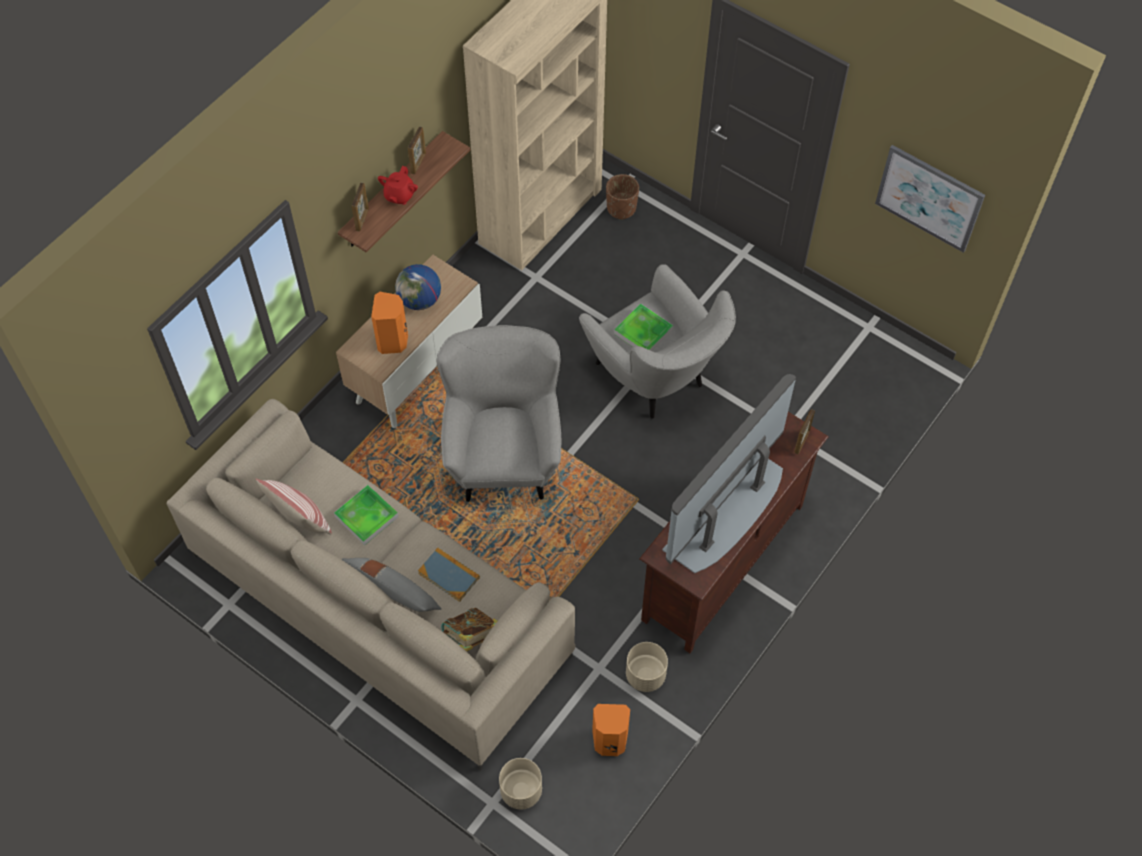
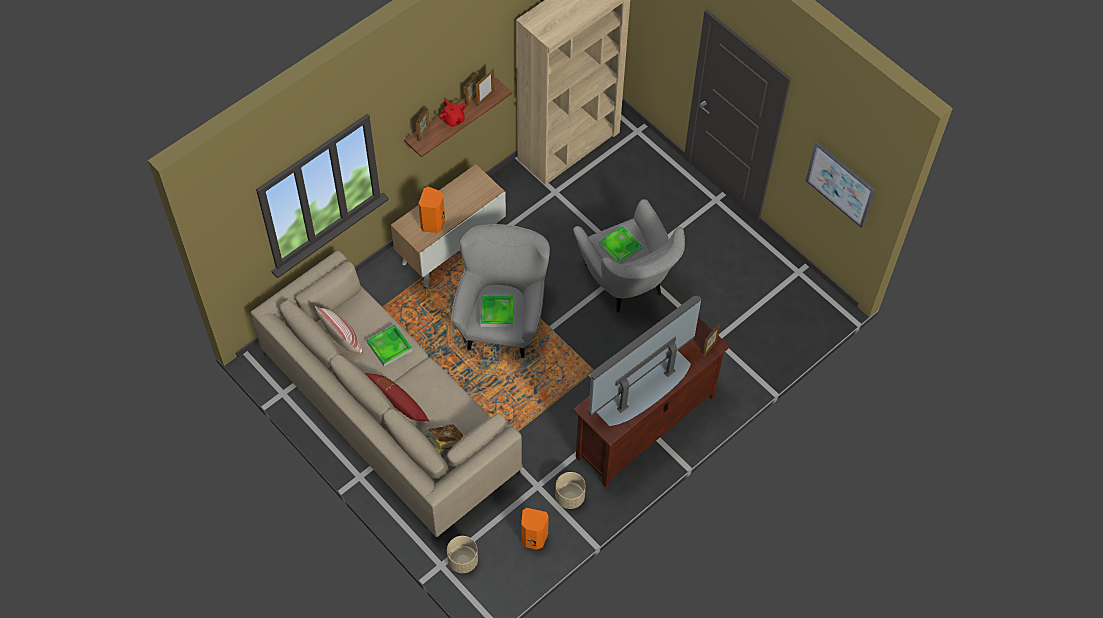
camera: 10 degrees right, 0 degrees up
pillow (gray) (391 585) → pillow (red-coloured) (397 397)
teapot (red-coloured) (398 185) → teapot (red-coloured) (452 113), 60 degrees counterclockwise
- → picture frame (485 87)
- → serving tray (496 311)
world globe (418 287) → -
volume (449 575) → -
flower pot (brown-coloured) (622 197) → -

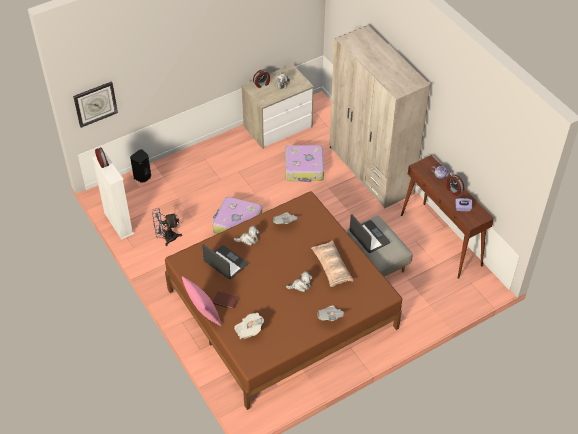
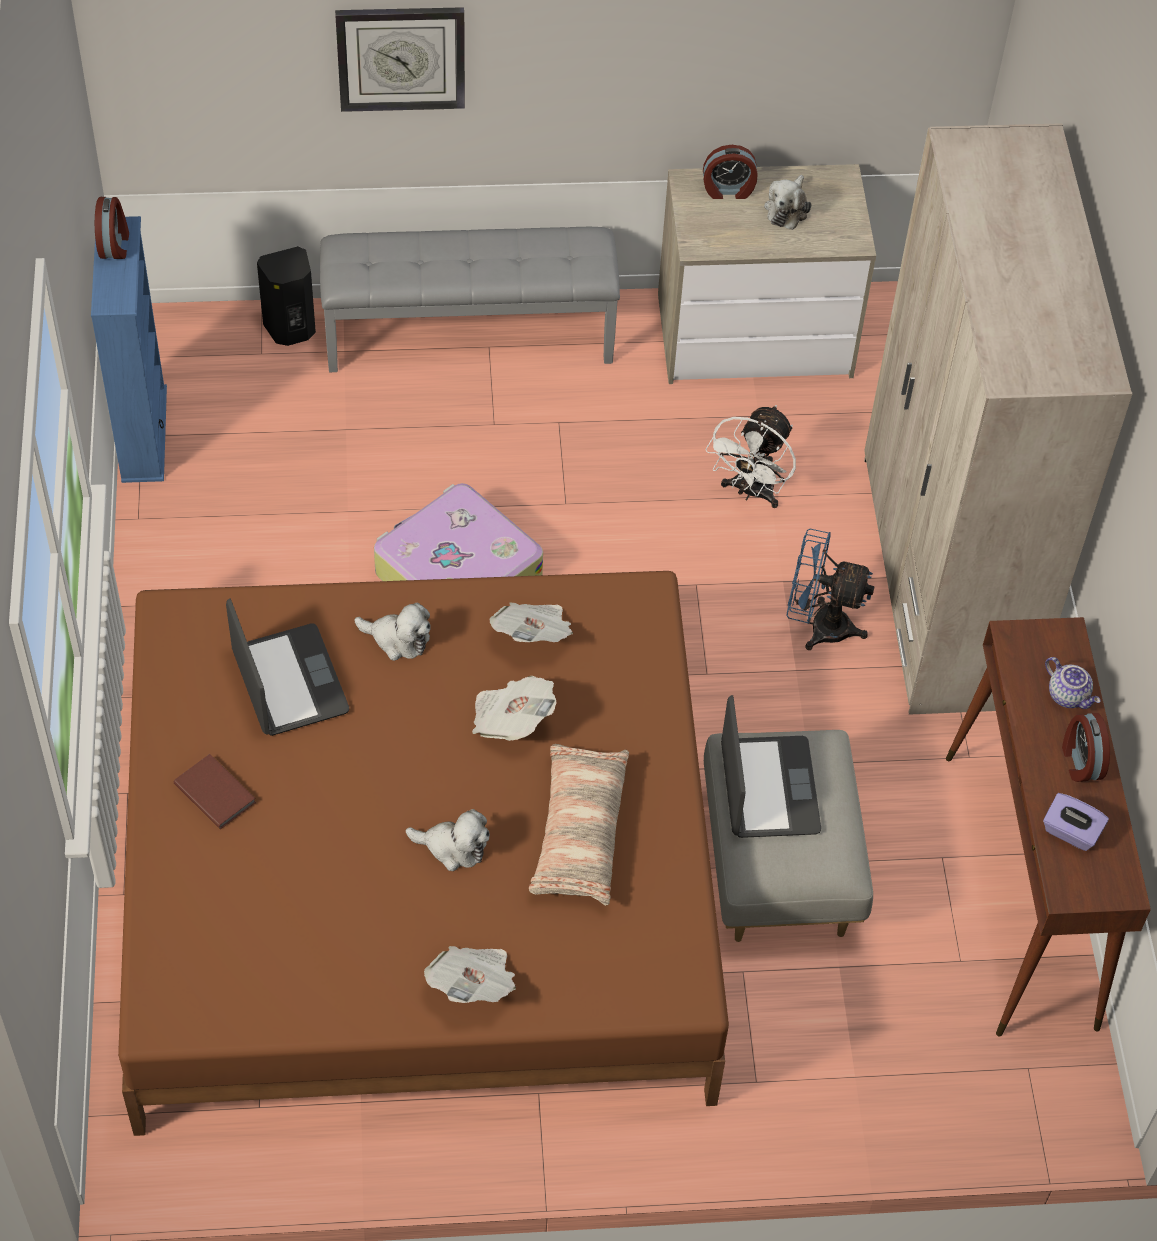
camera: 25 degrees right, 5 degrees up
bookcase (white) (113 196) → bookcase (blue-coloured) (129 349)
- → indoor bench (gray) (470 299)
wall clock (95 104) → wall clock (400 59), relocated
newspaper (249 326) → newspaper (514 708), relocated
piece of luggage (304 163) → fan (white) (750 456)
fan (blue-coloured) (167 227) → fan (blue-coloured) (831 589), relocated
pillow (pink) (202 301) → -

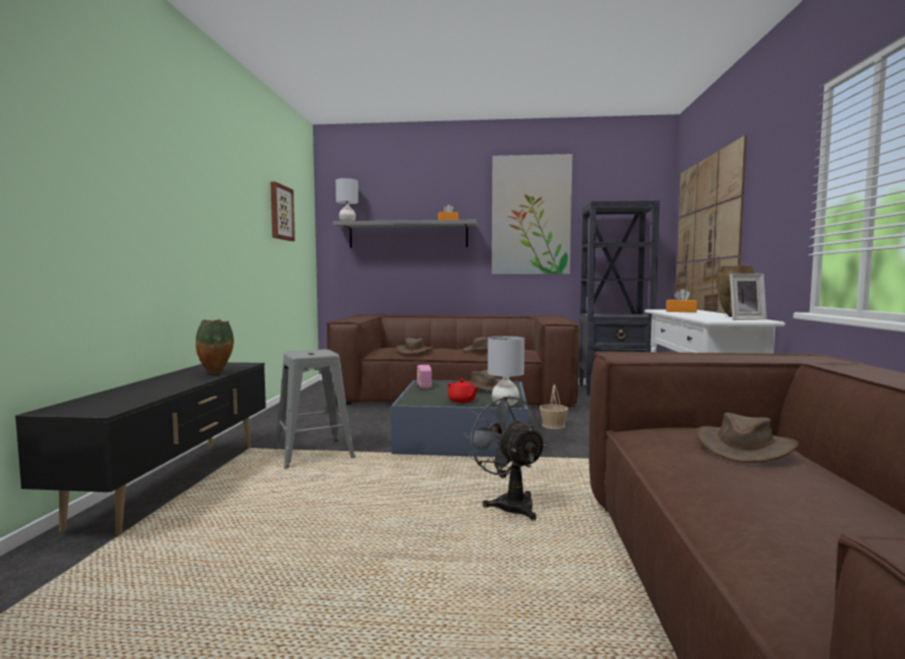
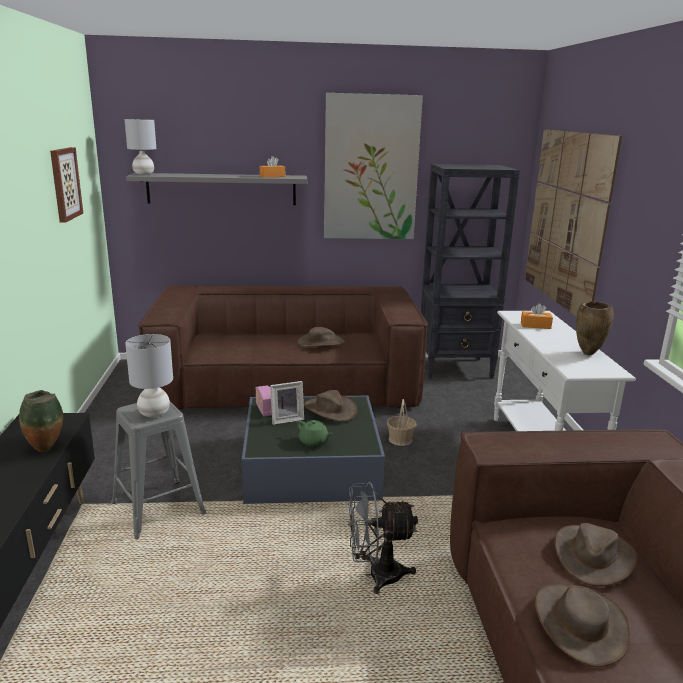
camera: 10 degrees left, 15 degrees up
lamp for a table (gray) (506 371) → lamp for a table (gray) (149 375), relocated
picture frame (748 297) → picture frame (287 403), relocated
teapot (red-coloured) (463 391) → teapot (green-coloured) (315 433)
fan (gray) (505 458) → fan (gray) (383 538), 60 degrees counterclockwise
hat (brown-coloured) (415 346) → hat (brown-coloured) (583 625), relocated

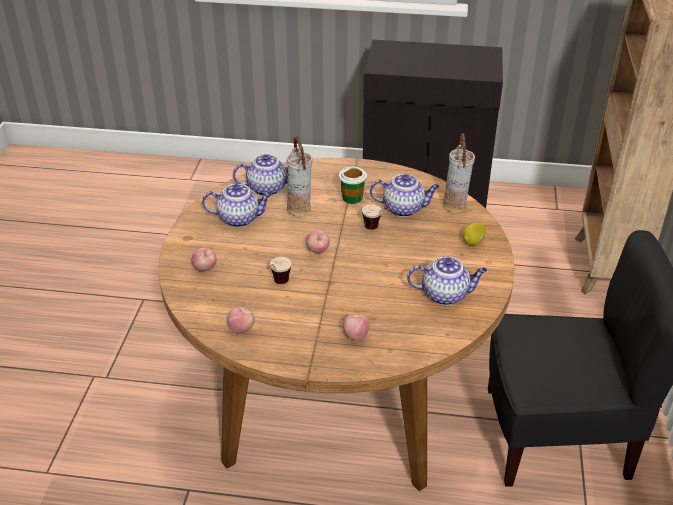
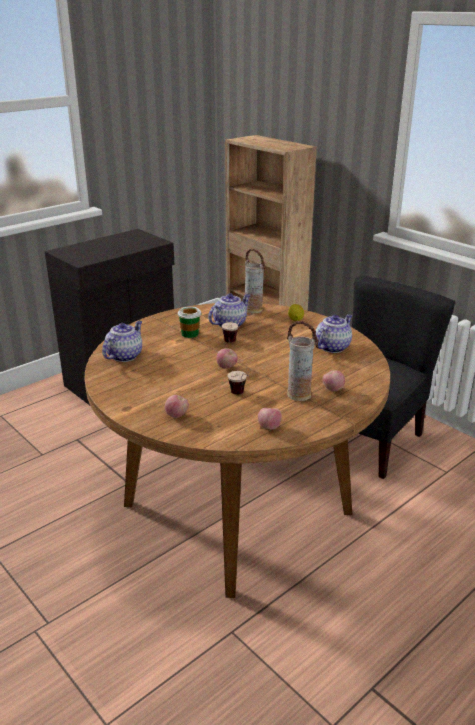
camera: 50 degrees left, 10 degrees down
flower vase (299 176) → flower vase (303 361), relocated
teapot (237 205) → -

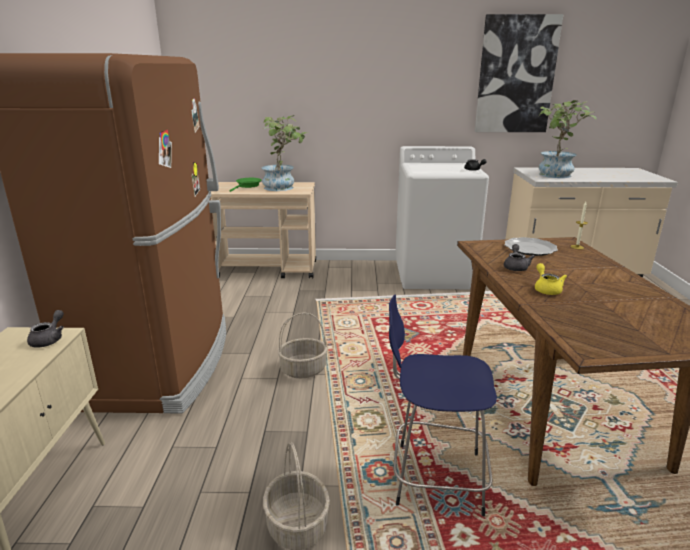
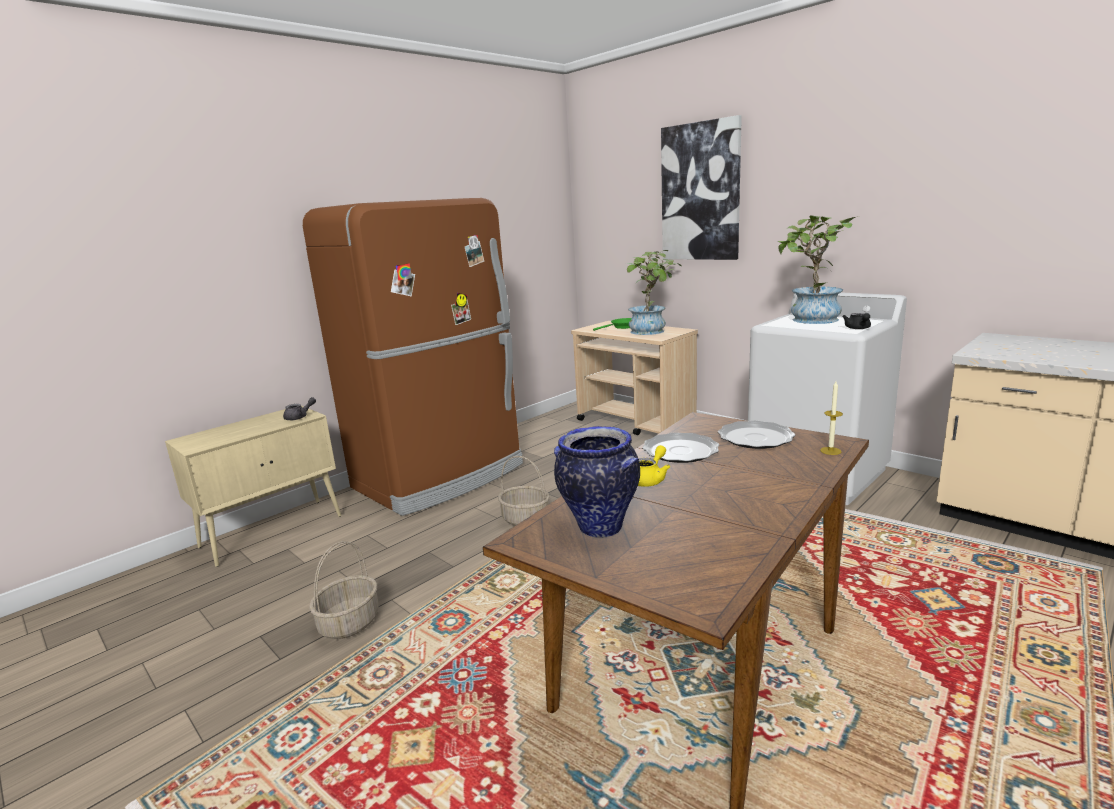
camera: 45 degrees right, 5 degrees down
- → flower vase (597 482)
teapot (gray) (519 257) → dinner plate (680 447)
picture (519 73) → picture (701 187), relocated
potted plant (567 139) → potted plant (819 269), relocated
stool (blue-coloured) (443 405) → -

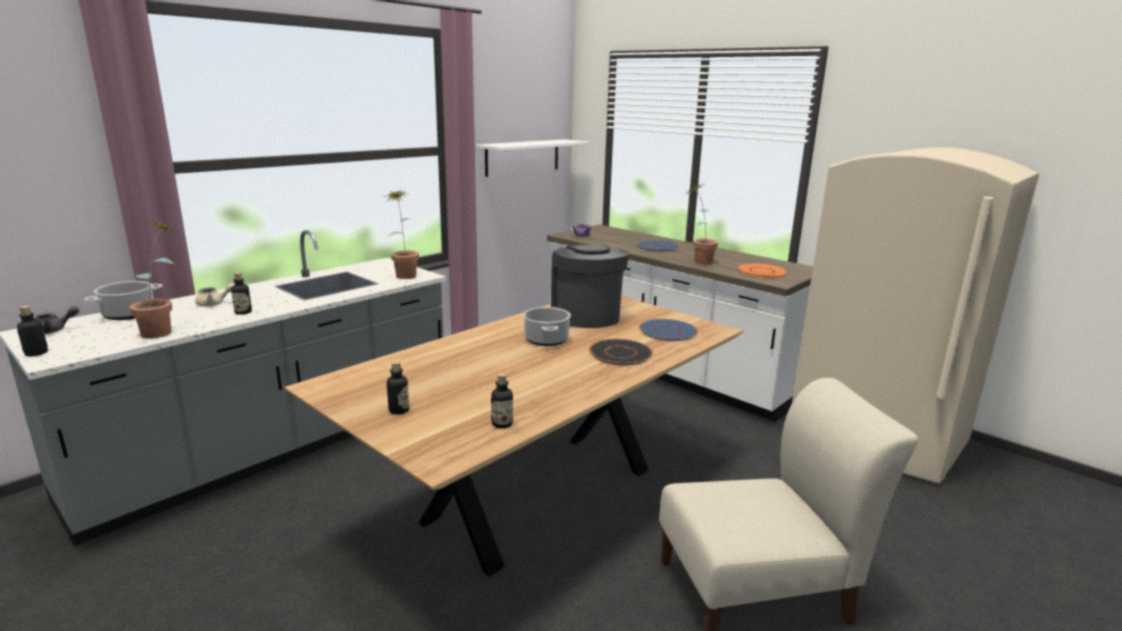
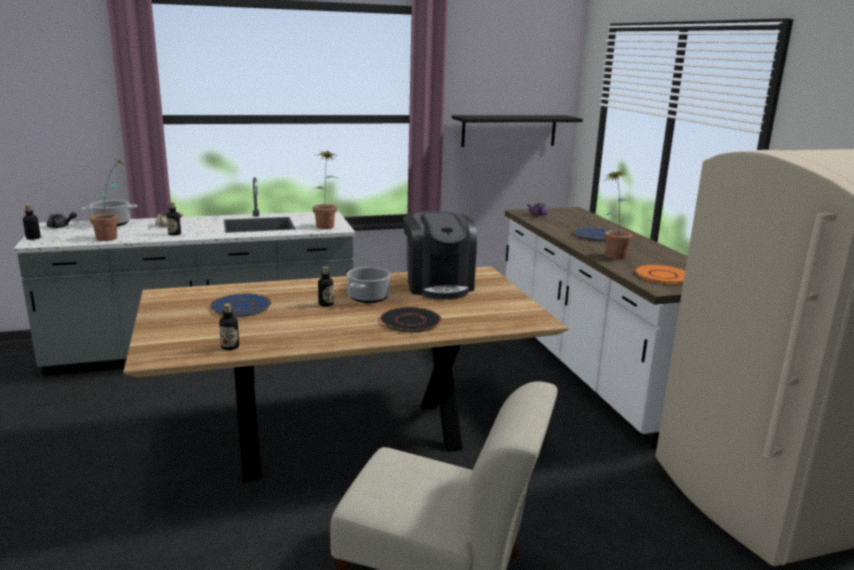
camera: 30 degrees right, 0 degrees up
dinner plate (blue-coloured) (668 330) → dinner plate (blue-coloured) (241 305), relocated
beverage bottle (398 388) → beverage bottle (326 287), relocated
coffee maker (590 286) → coffee maker (440 255), 150 degrees clockwise
wall shelf (white) (532 158) → wall shelf (black-coloured) (517 131)

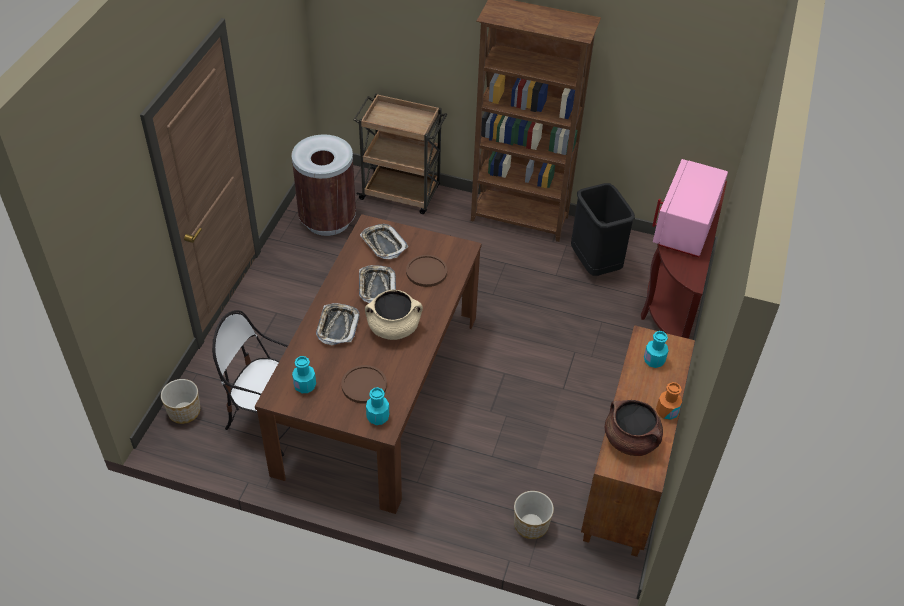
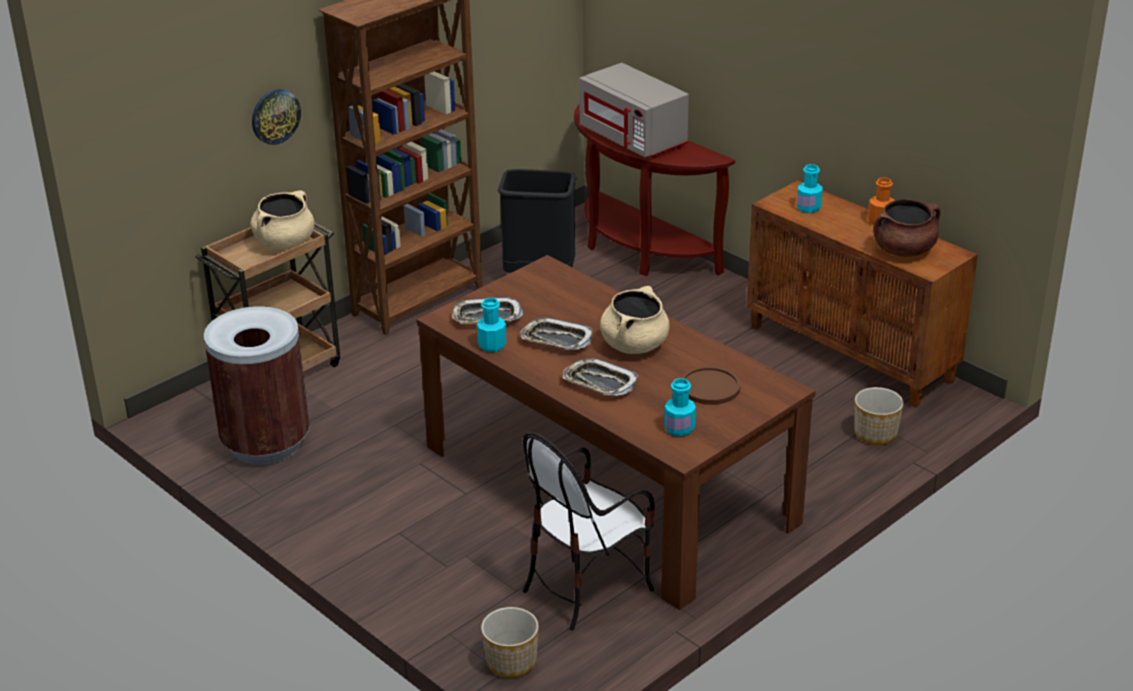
camera: 60 degrees left, 15 degrees down
- → stockpot (sand-coloured) (282 220)
- → wall clock (276 117)
beverage bottle (turquoise-coloured) (377 406) → beverage bottle (turquoise-coloured) (492 325), relocated
microwave oven (pink) (690 208) → microwave oven (gray) (634 110)
dinner plate (brown-coloured) (426 271) → -

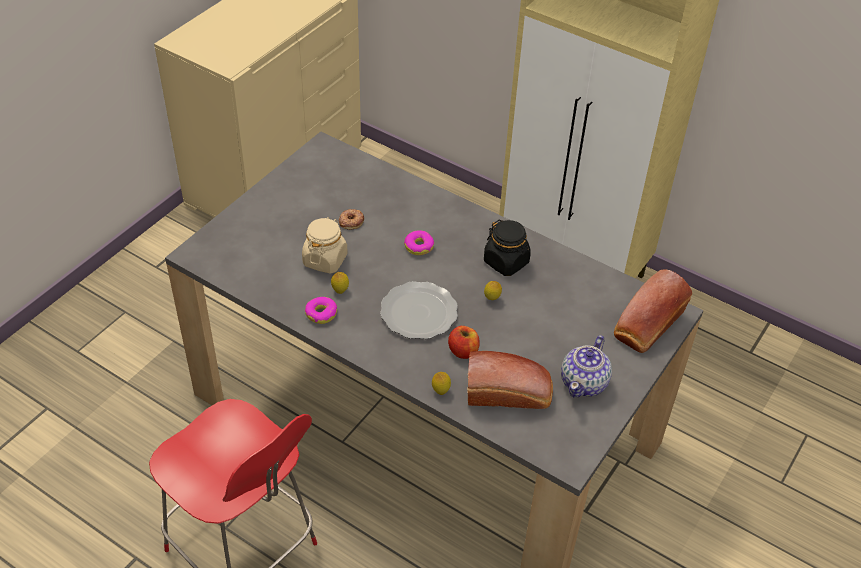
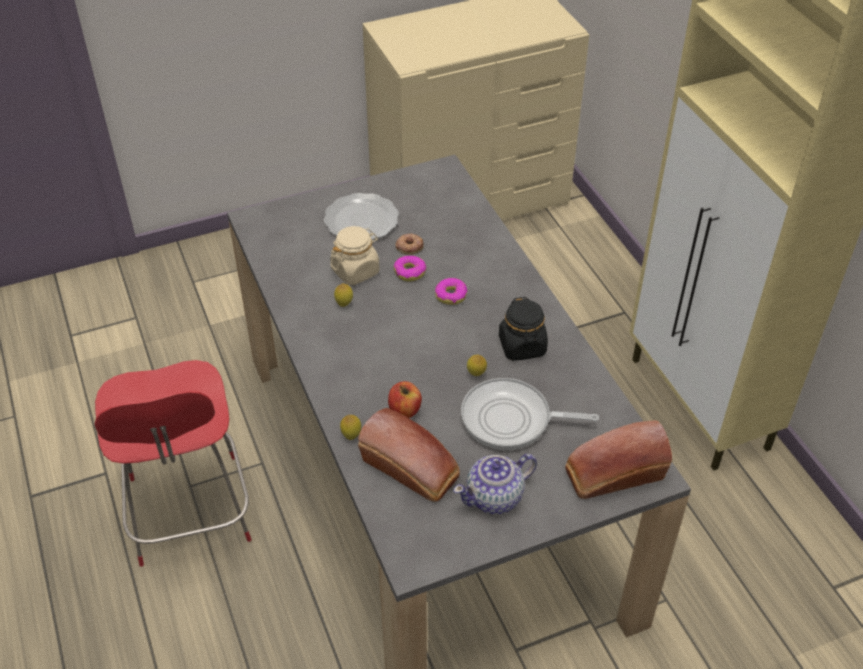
camera: 35 degrees right, 0 degrees up
dinner plate (419 310) → dinner plate (361 216), relocated
doughnut (321 310) → doughnut (410 268), relocated
- → frying pan (530 414)

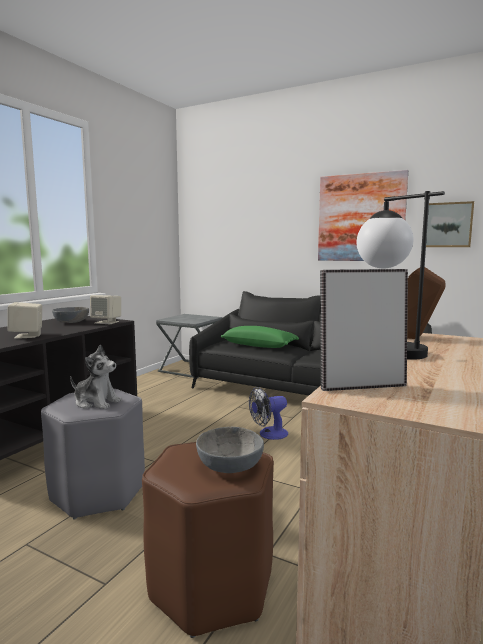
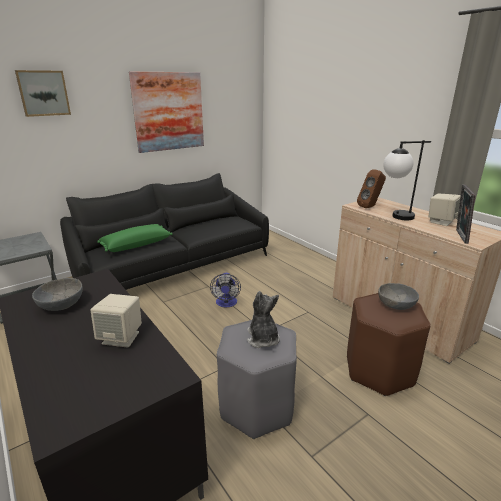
camera: 65 degrees left, 15 degrees up
picture (450 224) → picture (43 93), relocated
soft toy (95 376) → soft toy (263 319), 60 degrees counterclockwise
loudspeaker (sand-coloured) (105 309) → loudspeaker (sand-coloured) (445 209), relocated

